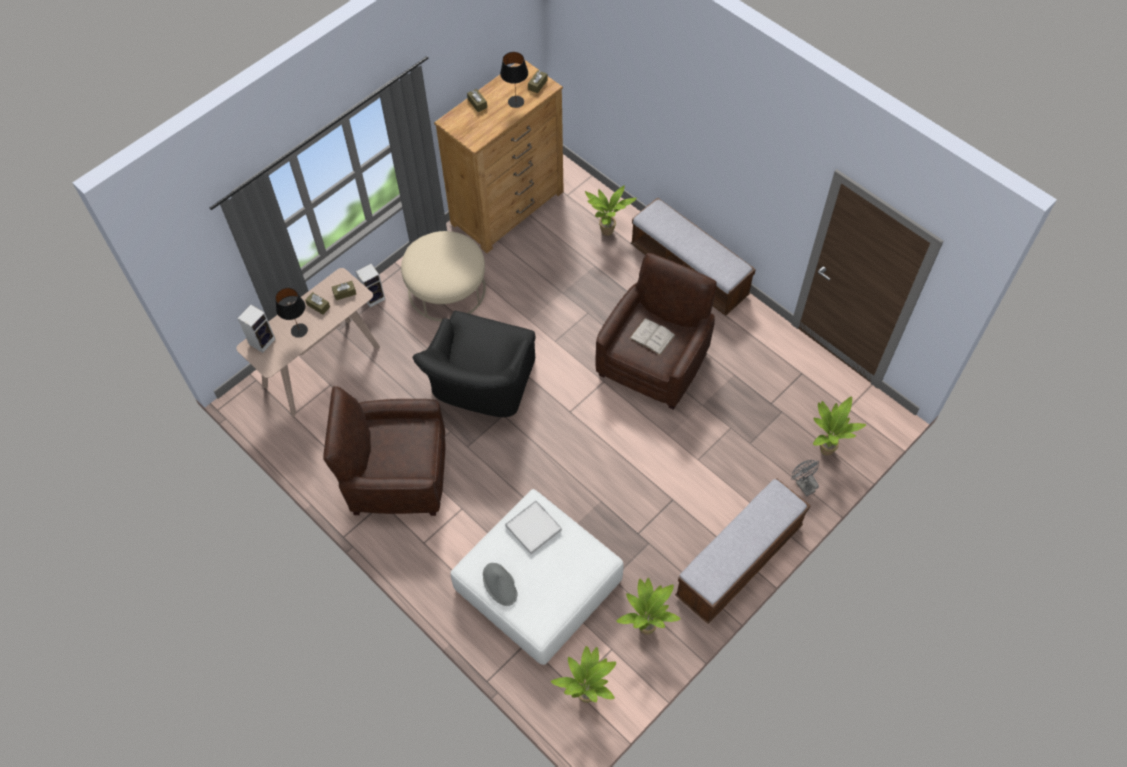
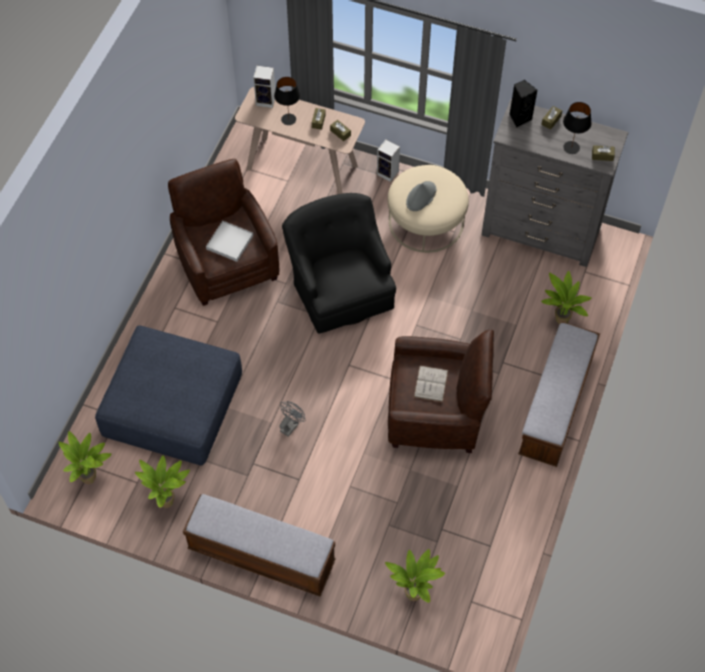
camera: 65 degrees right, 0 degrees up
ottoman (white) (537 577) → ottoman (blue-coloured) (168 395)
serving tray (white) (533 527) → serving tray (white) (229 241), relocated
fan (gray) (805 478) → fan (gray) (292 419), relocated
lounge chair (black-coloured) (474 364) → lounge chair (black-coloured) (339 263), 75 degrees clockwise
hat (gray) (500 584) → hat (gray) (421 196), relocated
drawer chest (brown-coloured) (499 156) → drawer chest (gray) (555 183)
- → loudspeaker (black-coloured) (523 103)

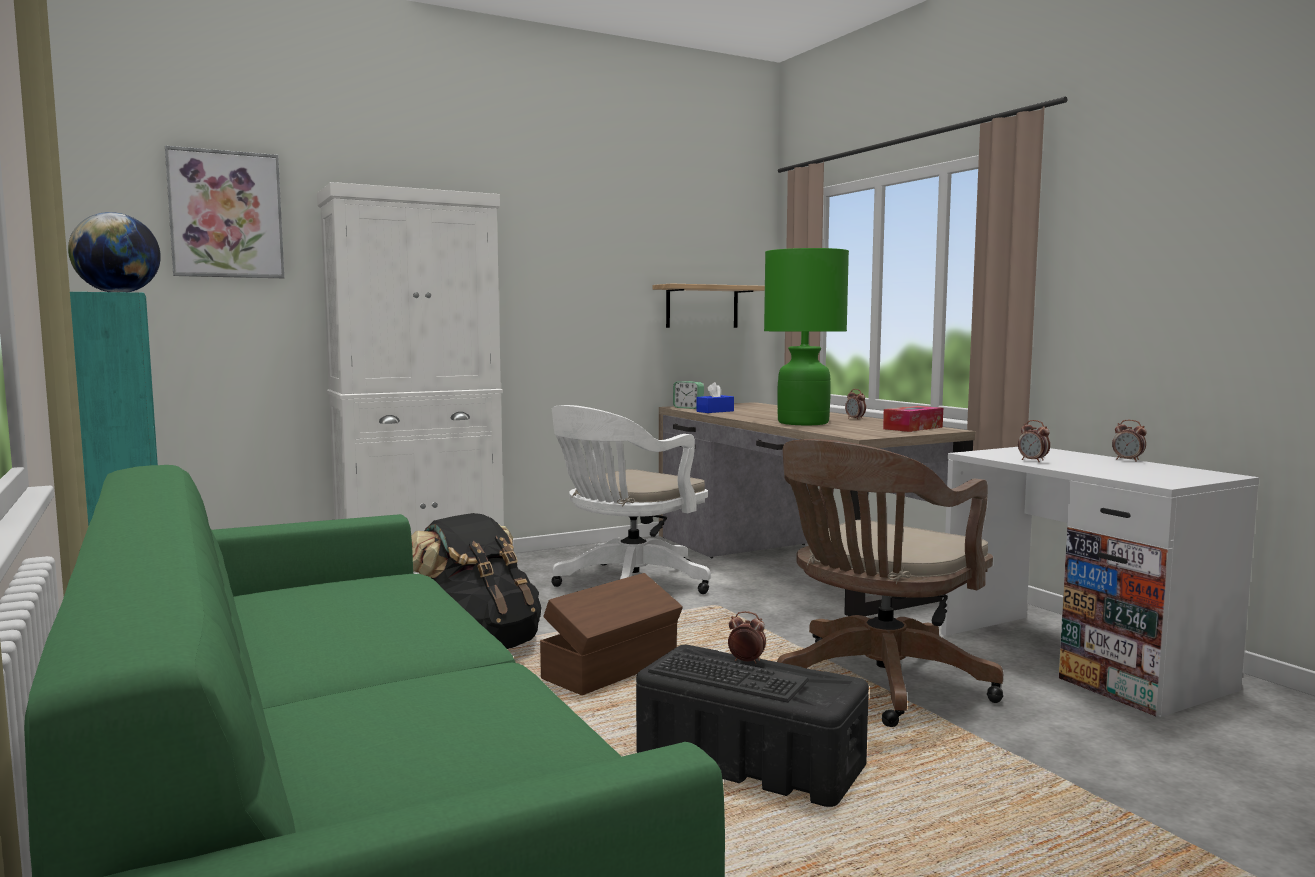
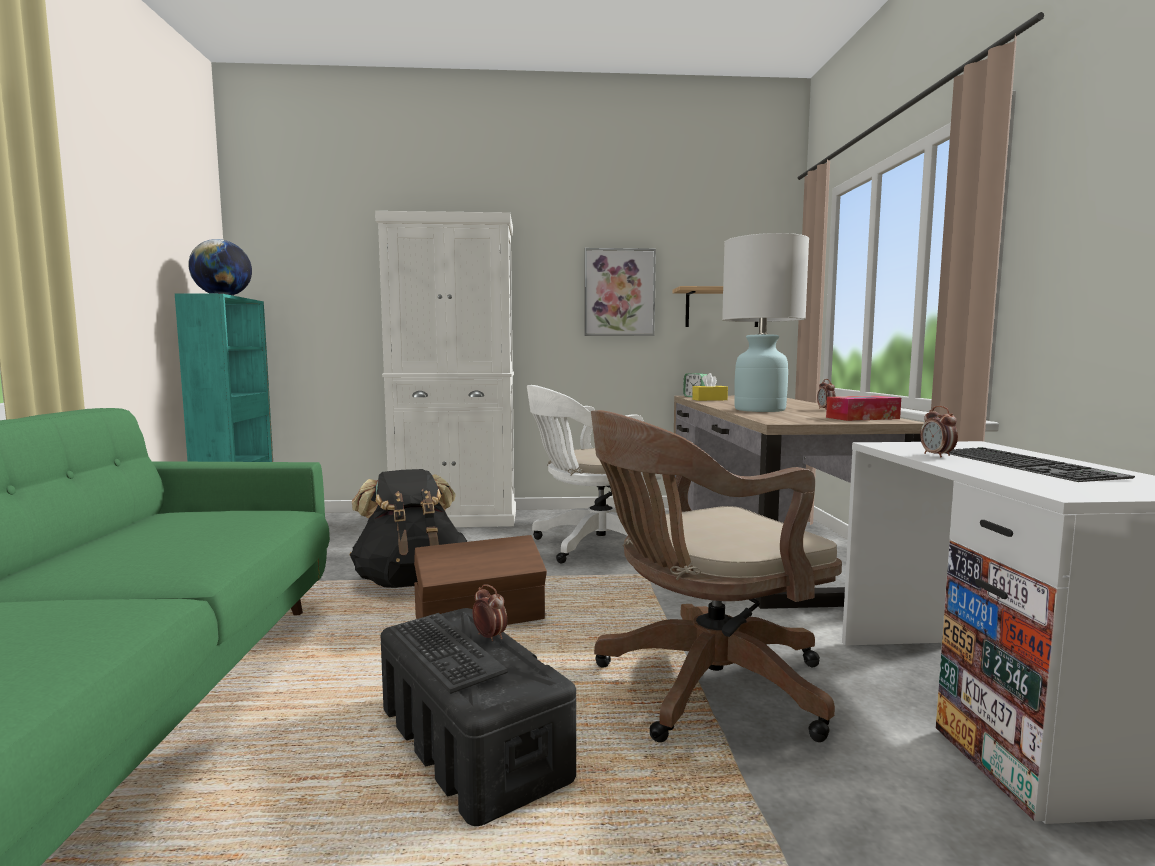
camera: 25 degrees right, 0 degrees up
picture (225 212) → picture (620 292), relocated
tissue box (blue-coloured) (715 397) → tissue box (yellow) (710 387)
lamp for a table (green-coloured) (806 336) → lamp for a table (white) (765 322)
- → PC keyboard (1040 464)
bedside clock (1129 441) → -

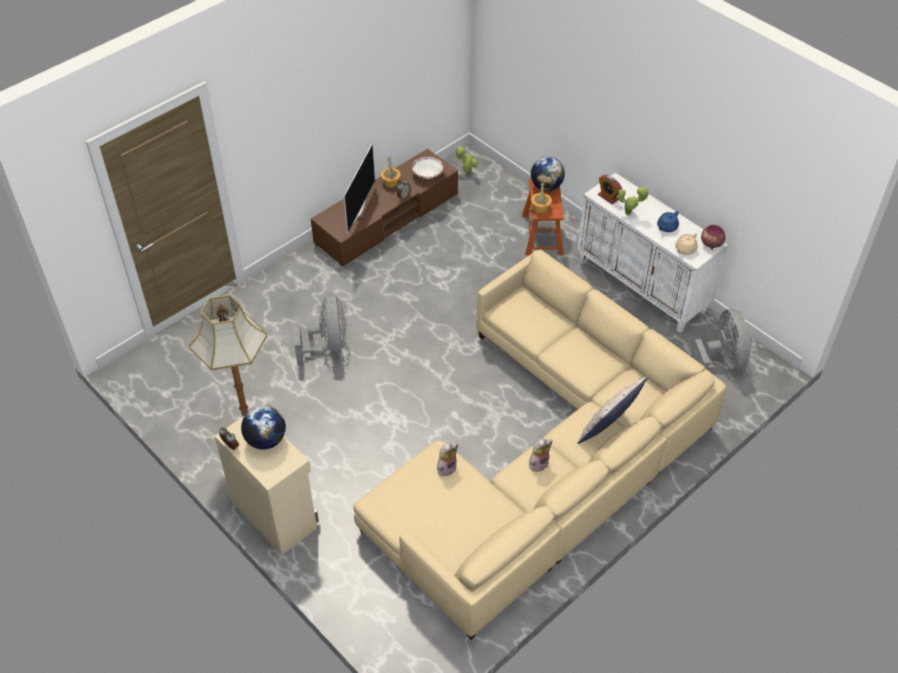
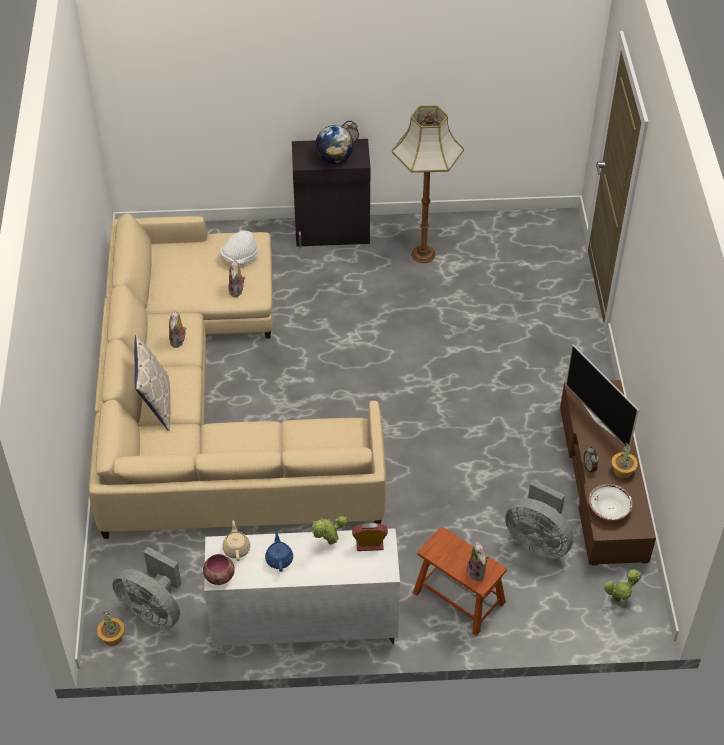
camera: 130 degrees right, 0 degrees up
potted plant (541 197) → potted plant (111 628), relocated
- → hat (white) (239 247)
cabinet (sand-coloured) (267 485) → cabinet (black-coloured) (331 193)
world globe (547 174) → soft toy (478 561)
fan (gray) (320 329) → fan (gray) (539 519), relocated

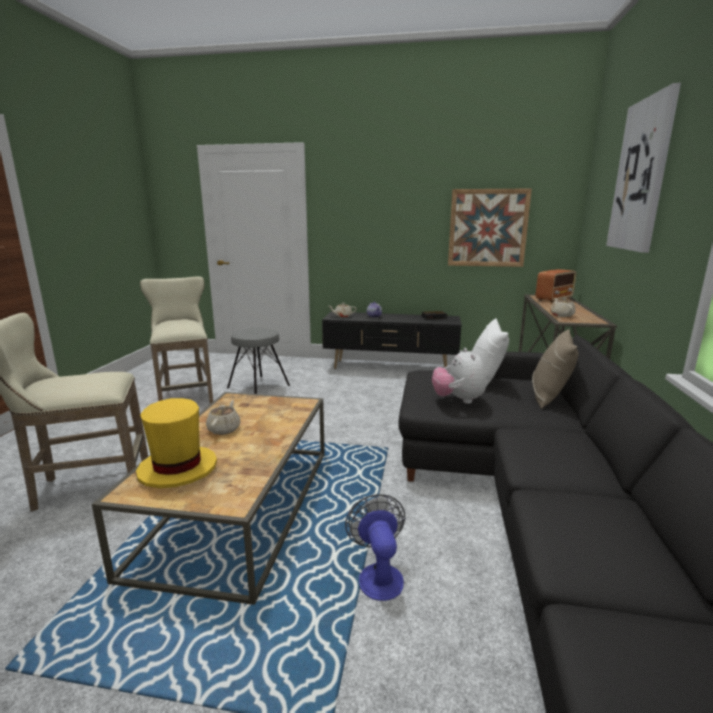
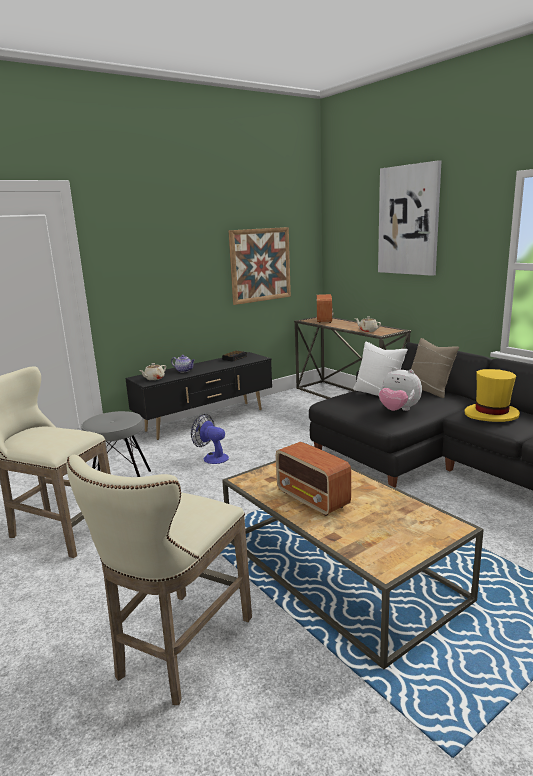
camera: 45 degrees left, 0 degrees up
fan (375 547) → fan (210 439), relocated
teapot (sand-coloured) (223 417) → radio set (313 479)
hat (yellow) (176 443) → hat (yellow) (492 395), relocated

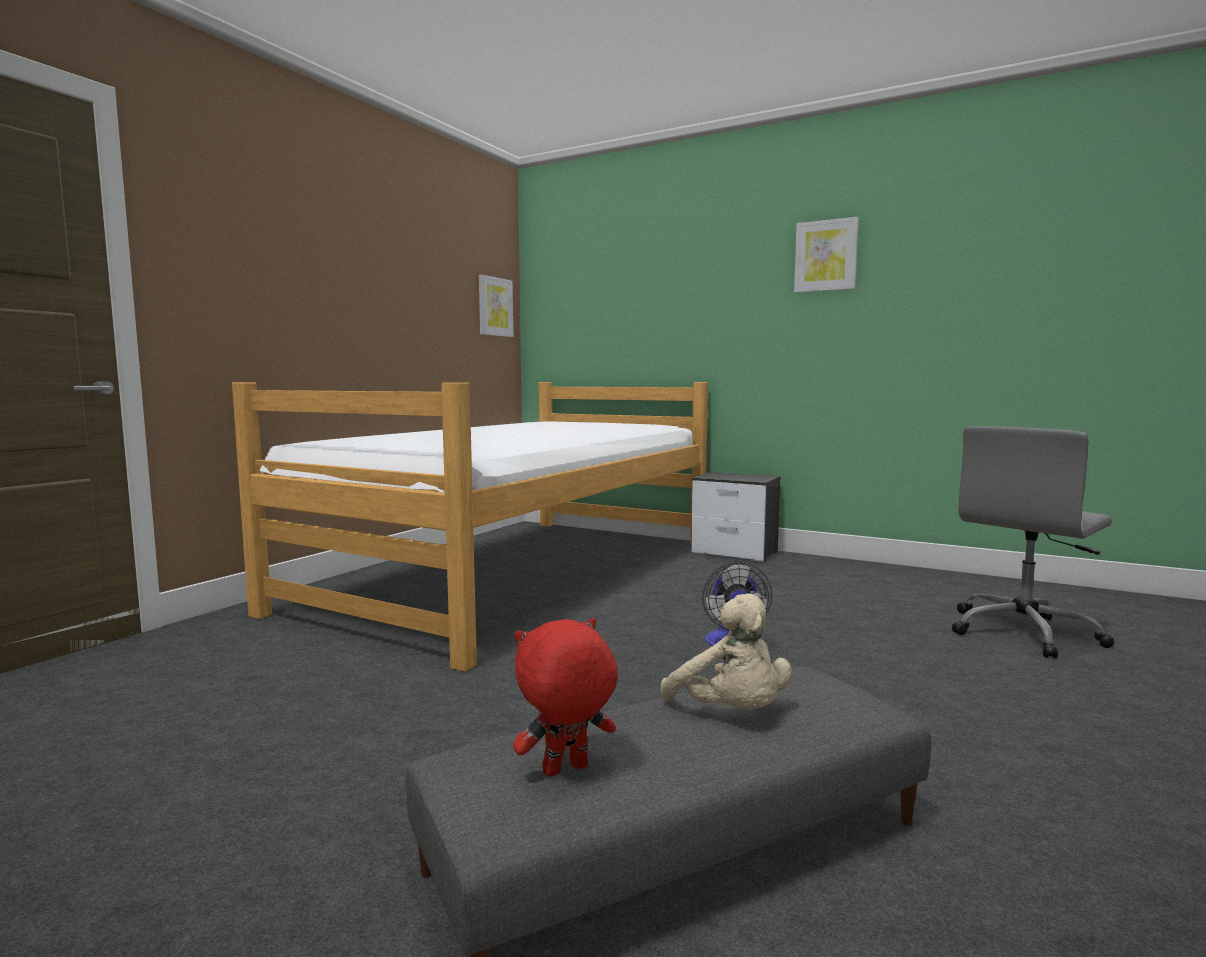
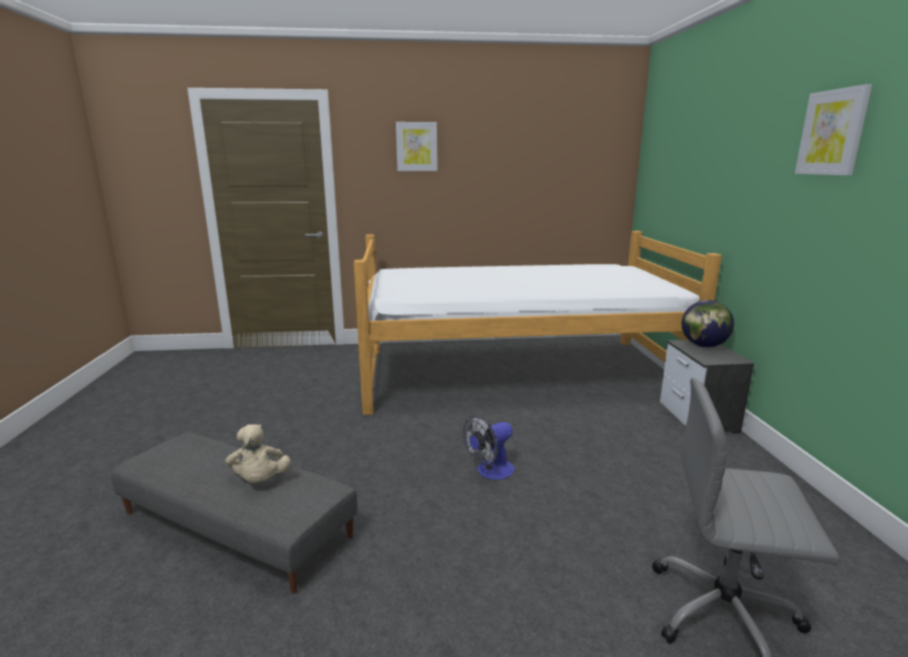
camera: 55 degrees right, 10 degrees up
soft toy (sand-coloured) (726 651) → soft toy (sand-coloured) (258 453), 45 degrees counterclockwise
picture (496 306) → picture (416 146), relocated
- → world globe (708 324)
soft toy (red-coloured) (565 697) → -

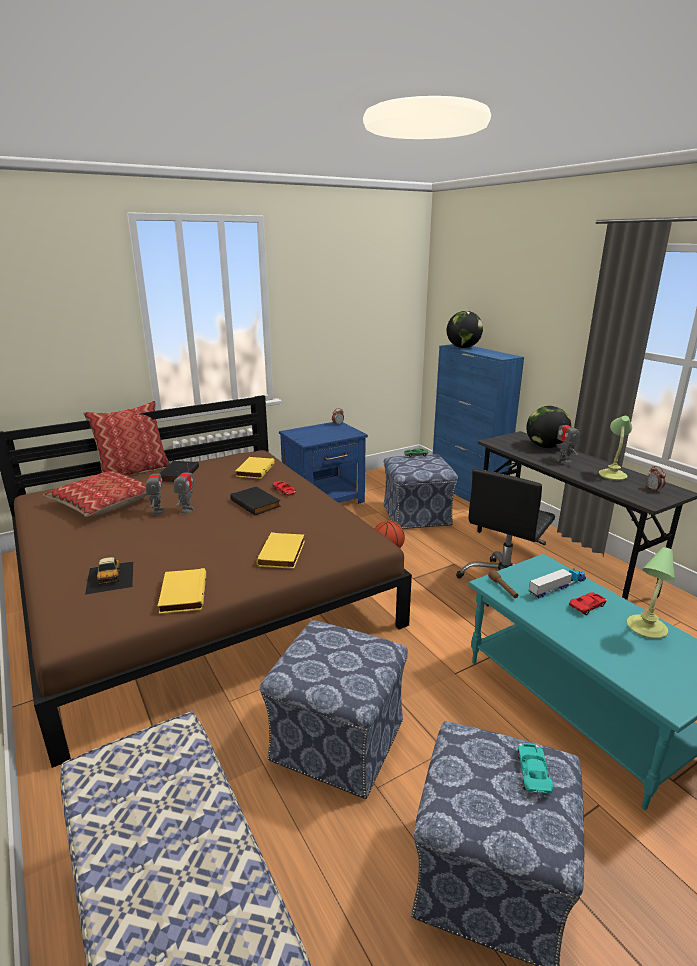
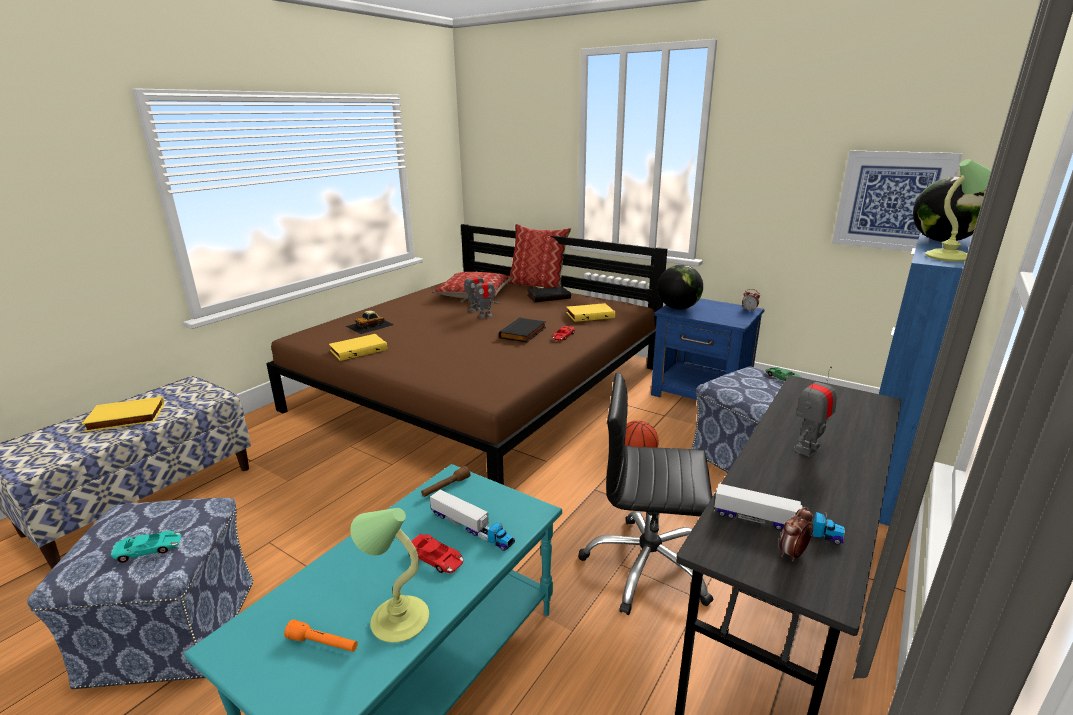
camera: 65 degrees right, 0 degrees up
volume (yellow) (281 550) → volume (yellow) (123 414), relocated
- → torch (orange) (321 635)
world globe (548 427) → world globe (680 287), relocated
- → toy truck (779 514)
- → picture (897 201)
lamp for a table (615 448) → lamp for a table (958 210), relocated
ottoman (334 709) → -

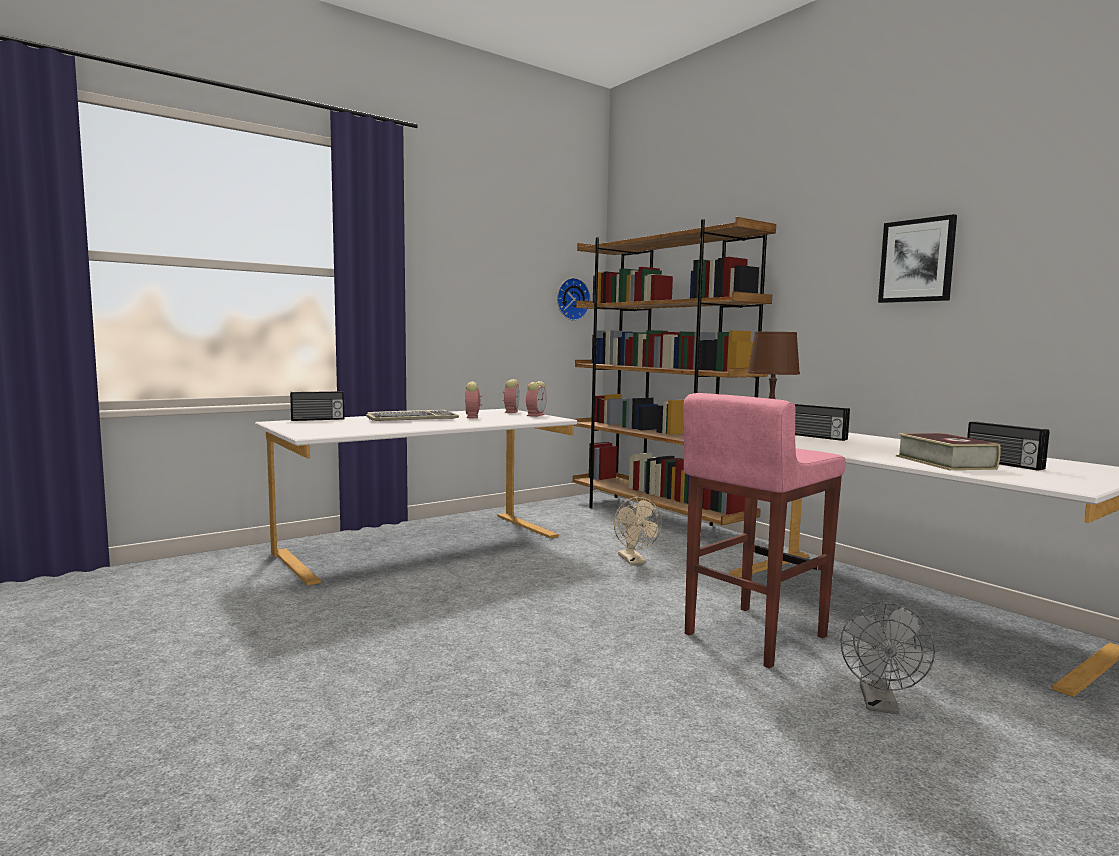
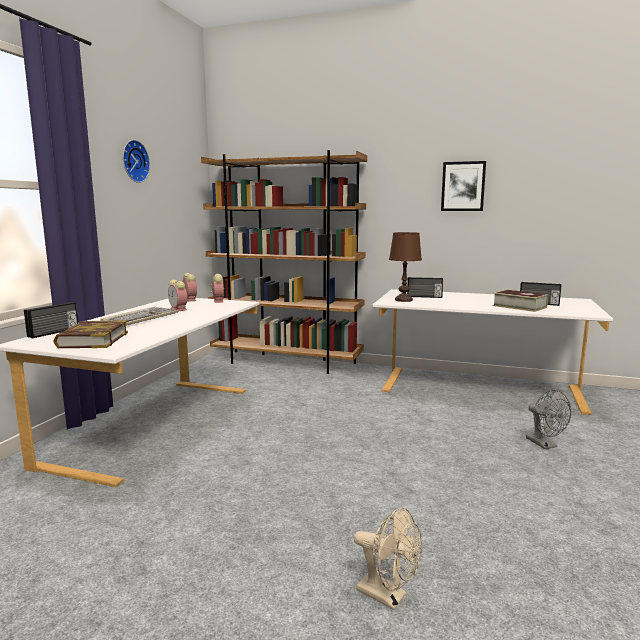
camera: 35 degrees left, 5 degrees up
- → volume (90 334)
wall clock (574 299) → wall clock (136 161), relocated
fan (sand-coloured) (638 530) → fan (sand-coloured) (388 558), relocated
stool (pink) (765 530) → -

